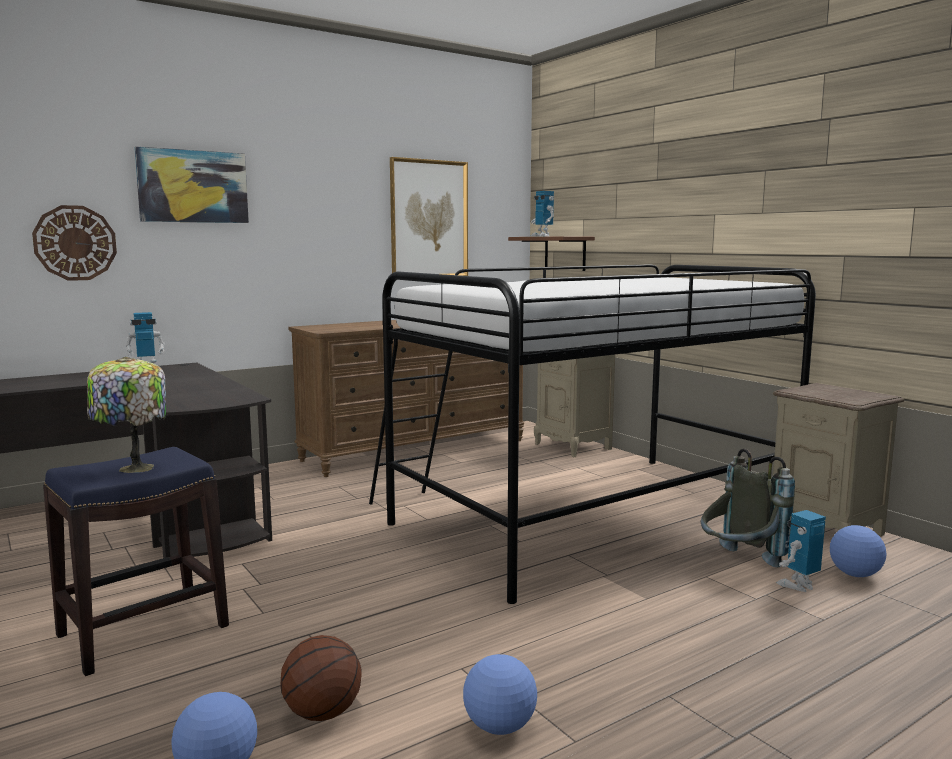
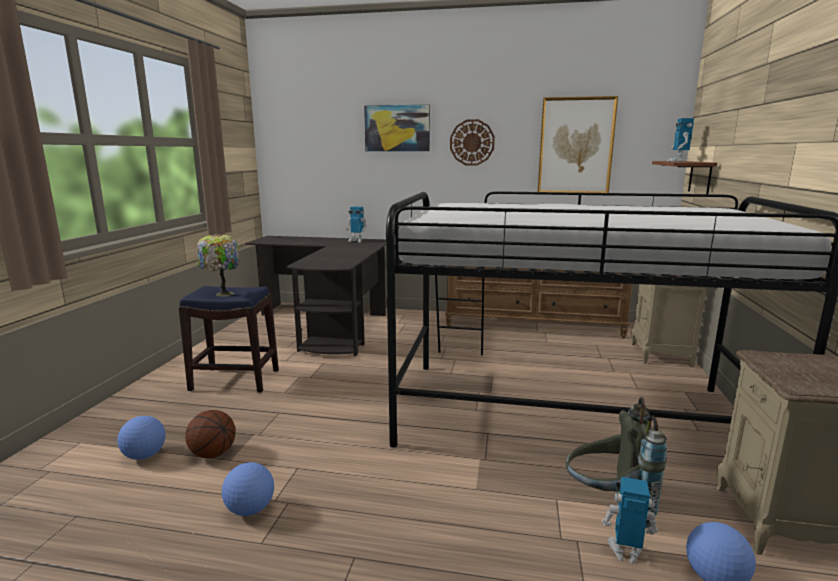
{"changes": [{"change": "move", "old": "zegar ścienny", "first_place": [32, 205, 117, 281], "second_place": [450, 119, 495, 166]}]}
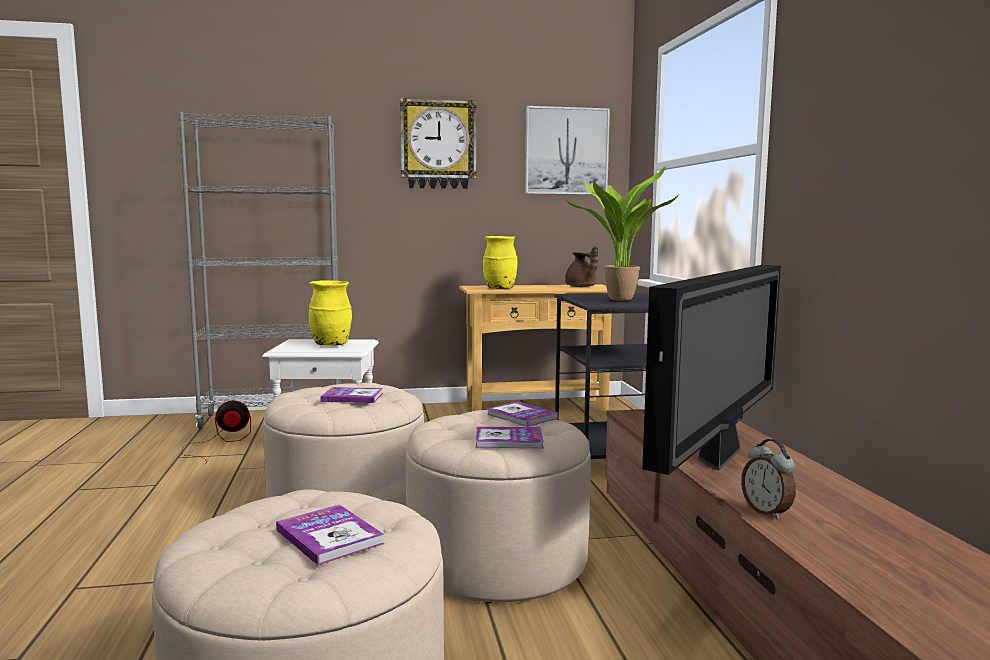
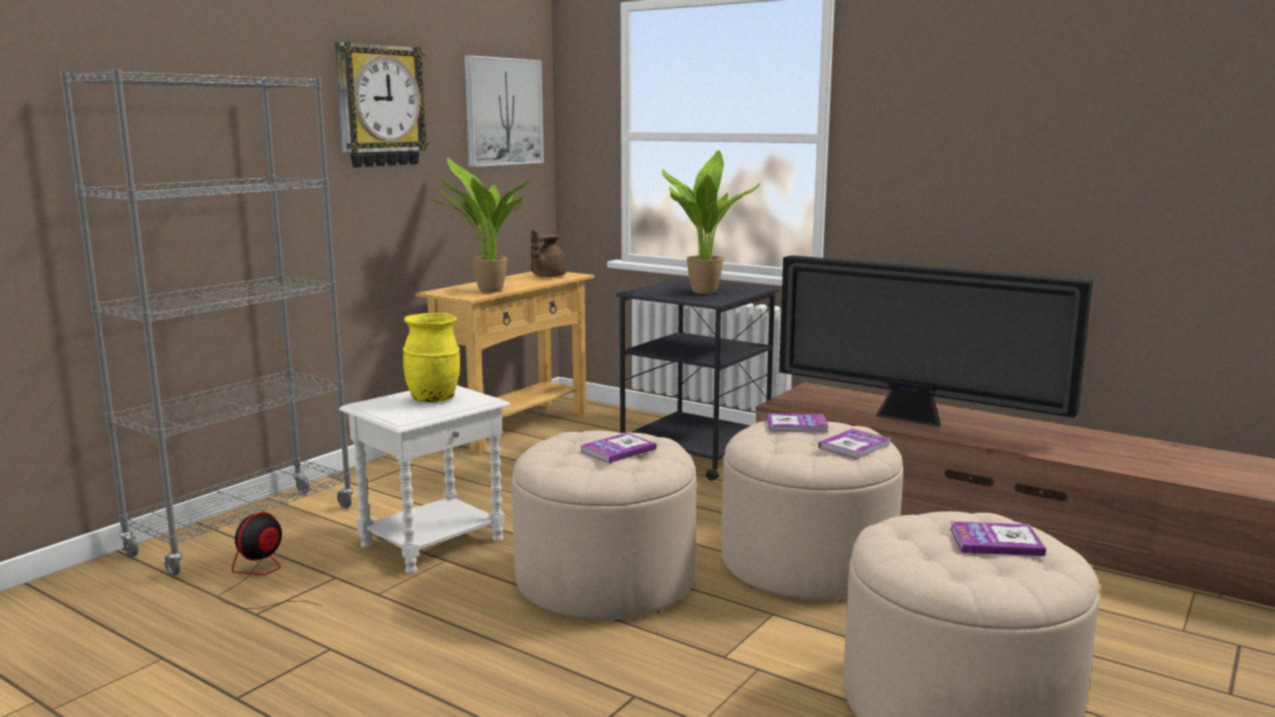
{"changes": [{"change": "replace", "old": "wazon [żółty]", "new": "roślina doniczkowa", "first_place": [483, 236, 518, 289], "second_place": [432, 157, 530, 292]}, {"change": "rotate", "old": "imbryk [brązowy]", "first_place": [565, 246, 598, 287], "second_place": [531, 229, 567, 277], "degrees": 105}, {"change": "rotate", "old": "telewizor", "first_place": [642, 265, 781, 475], "second_place": [779, 255, 1093, 427], "degrees": 135}, {"change": "delete", "old": "budzik", "first_place": [741, 439, 796, 520]}]}
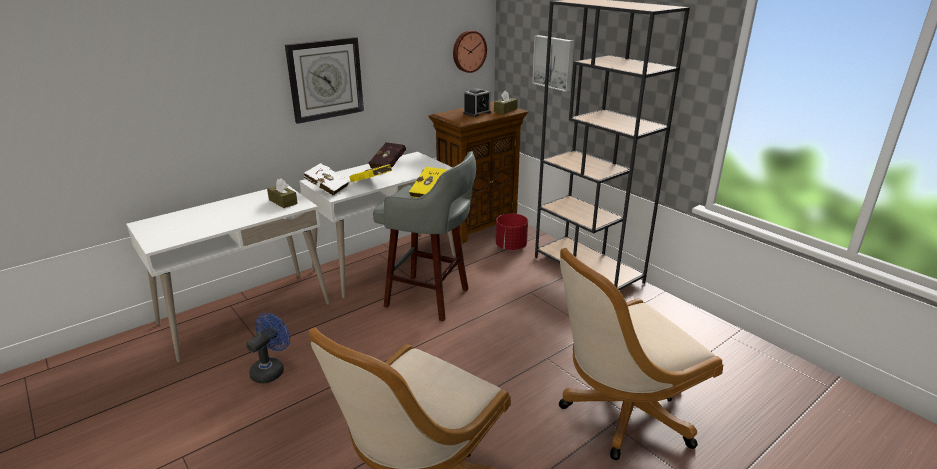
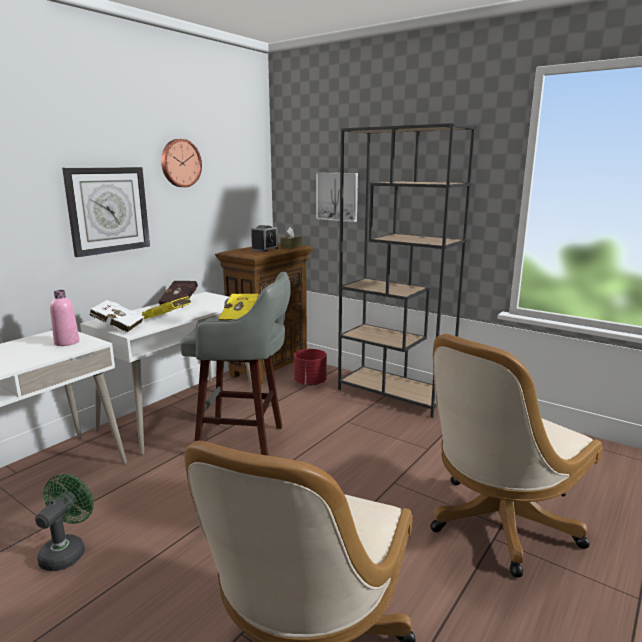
{"changes": [{"change": "recolor", "old": "wentylator [niebieski]", "new": "wentylator [zielony]", "first_place": [246, 313, 290, 383], "second_place": [35, 474, 94, 571]}, {"change": "replace", "old": "pudełko chusteczek [brązowy]", "new": "butelka [różowy]", "first_place": [267, 178, 298, 208], "second_place": [50, 290, 79, 346]}, {"change": "move", "old": "zegar ścienny", "first_place": [453, 31, 487, 73], "second_place": [161, 139, 202, 187]}]}
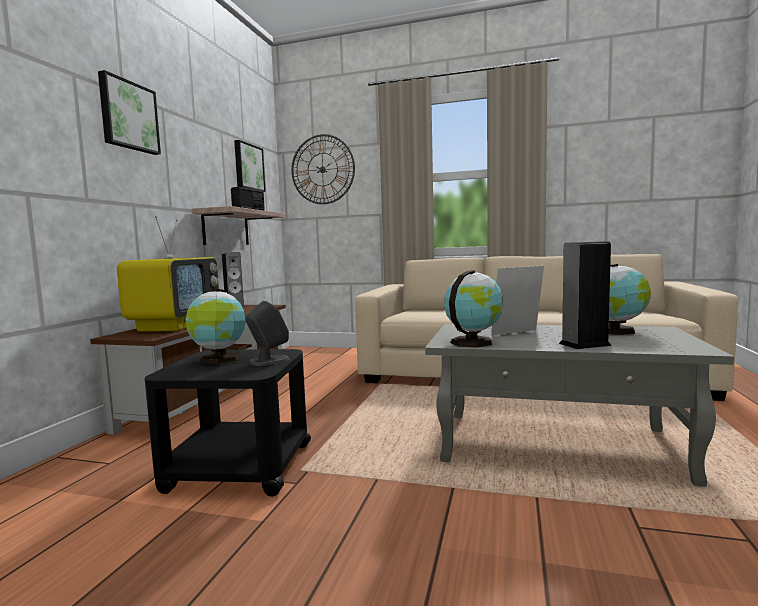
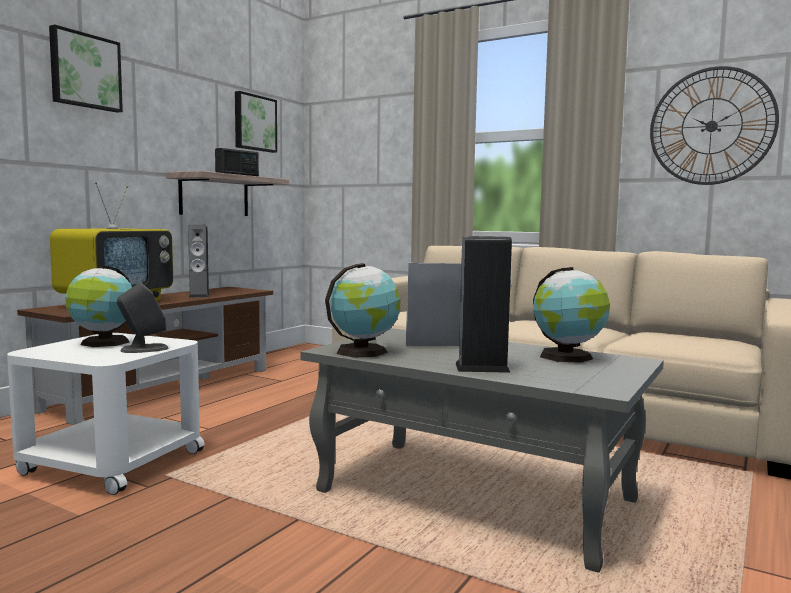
{"changes": [{"change": "recolor", "old": "stolik [czarny]", "new": "stolik [biały]", "first_place": [144, 349, 311, 497], "second_place": [7, 333, 205, 495]}, {"change": "move", "old": "zegar ścienny", "first_place": [292, 134, 355, 204], "second_place": [650, 66, 779, 185]}]}
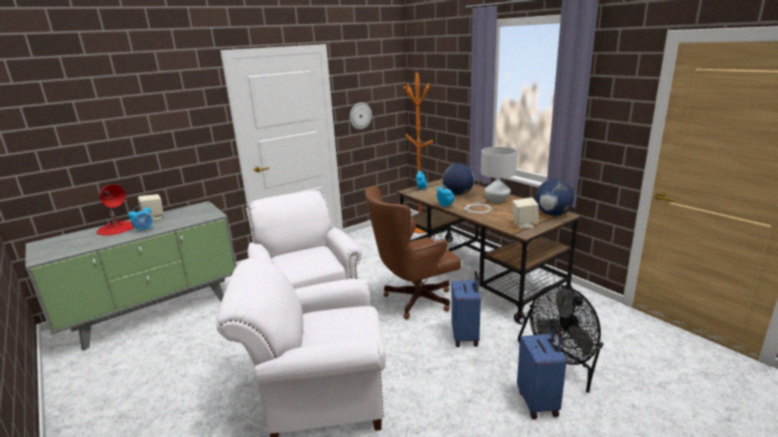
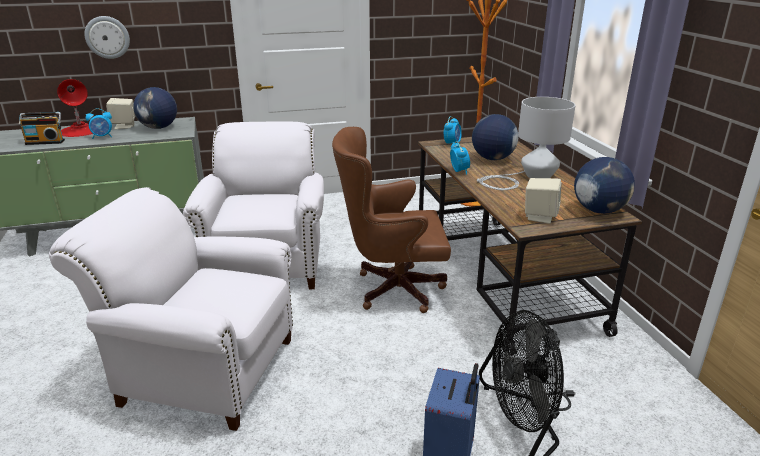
{"changes": [{"change": "move", "old": "zegar ścienny", "first_place": [350, 102, 372, 130], "second_place": [84, 16, 130, 59]}, {"change": "delete", "old": "walizka [niebieski]", "first_place": [451, 271, 481, 347]}, {"change": "insert", "new": "radio", "second_place": [19, 112, 65, 145]}, {"change": "insert", "new": "globus", "second_place": [133, 87, 177, 129]}]}
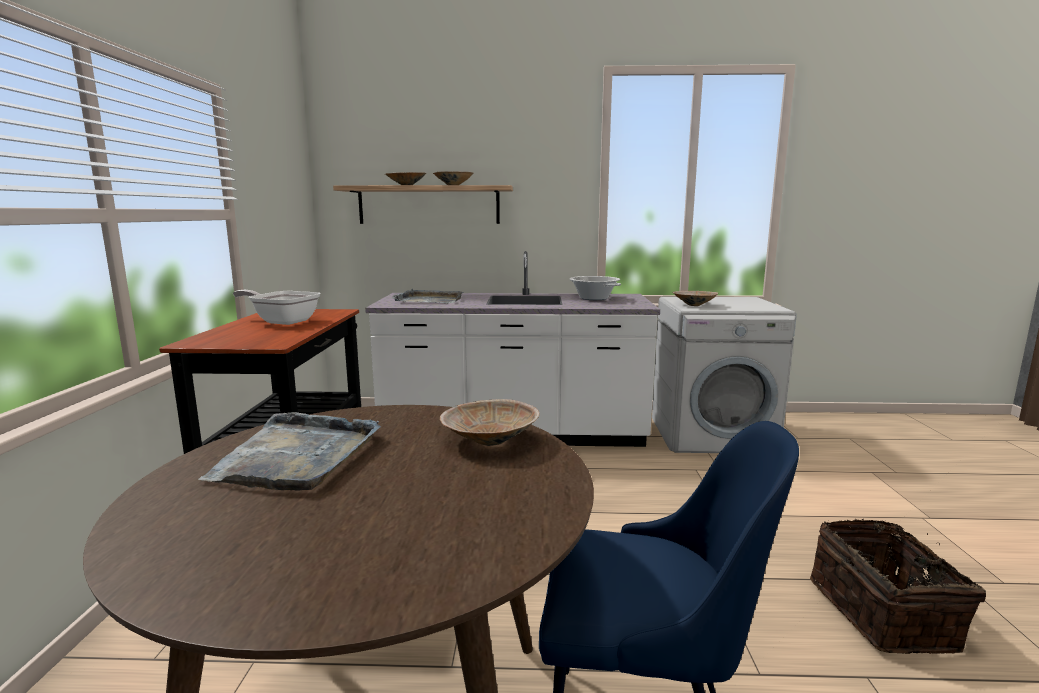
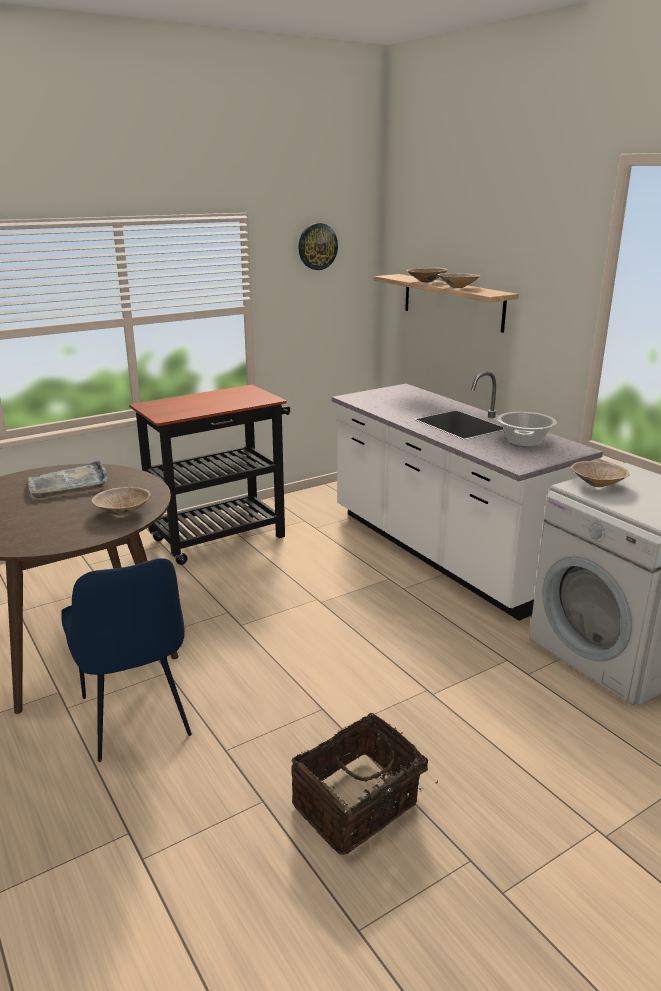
{"changes": [{"change": "delete", "old": "patelnia", "first_place": [233, 290, 320, 325]}, {"change": "delete", "old": "taca [szary]", "first_place": [392, 289, 463, 303]}, {"change": "insert", "new": "zegar ścienny", "second_place": [299, 223, 338, 270]}]}
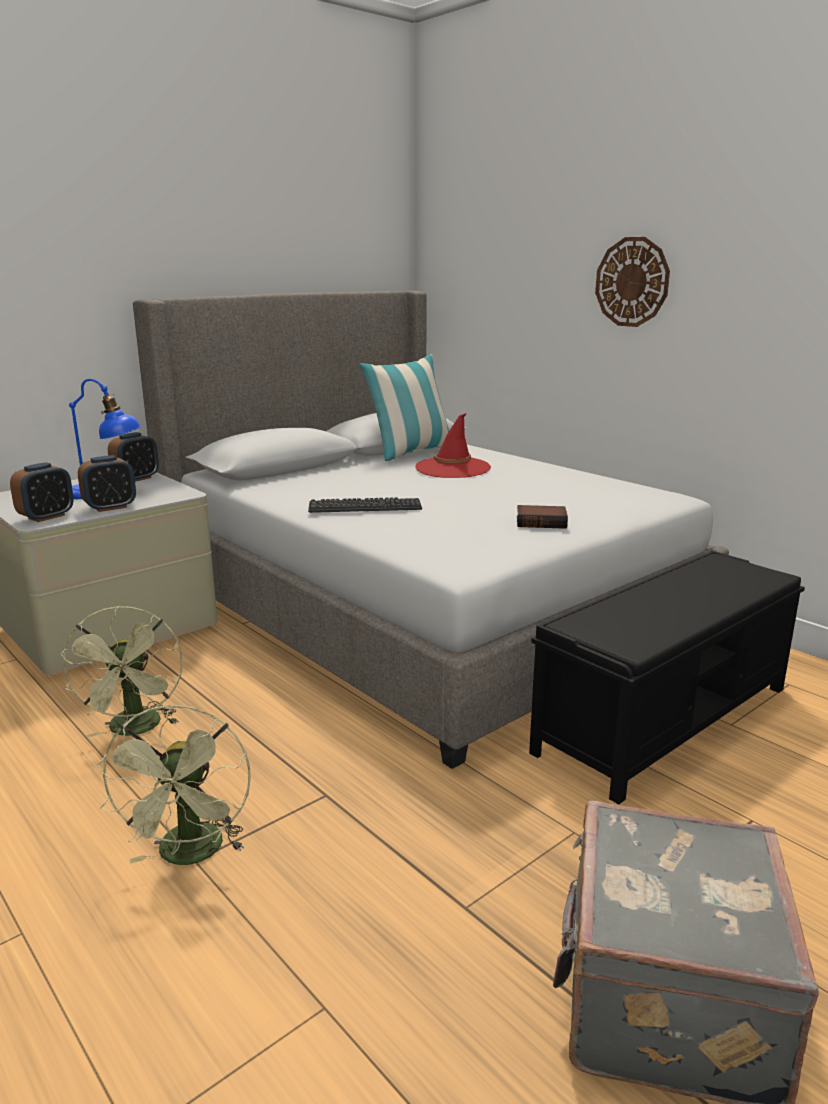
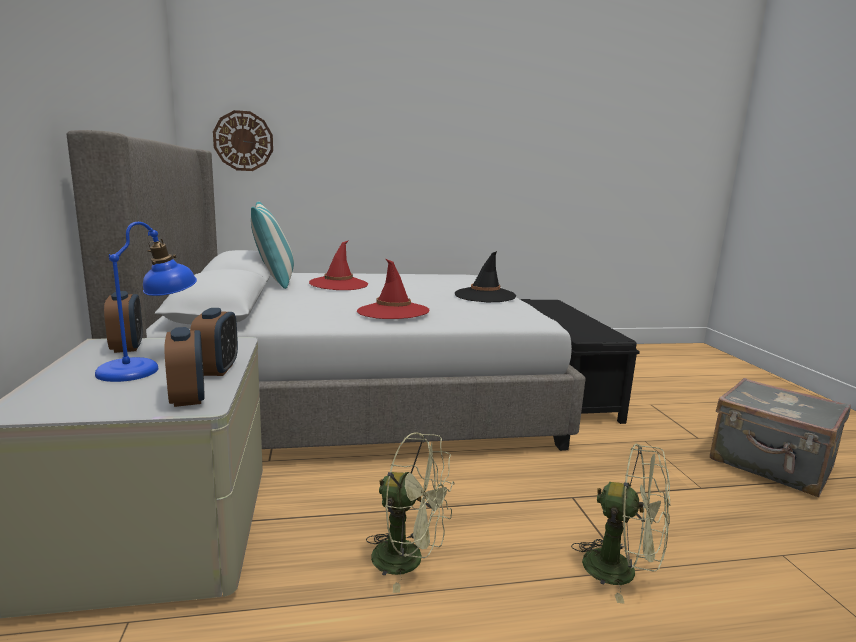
{"changes": [{"change": "replace", "old": "klawiatura", "new": "kapelusz [czerwony]", "first_place": [308, 497, 422, 513], "second_place": [357, 259, 429, 319]}, {"change": "replace", "old": "książka", "new": "kapelusz [czarny]", "first_place": [517, 505, 568, 529], "second_place": [455, 251, 516, 302]}, {"change": "move", "old": "zegar ścienny", "first_place": [595, 237, 670, 327], "second_place": [213, 110, 273, 171]}]}
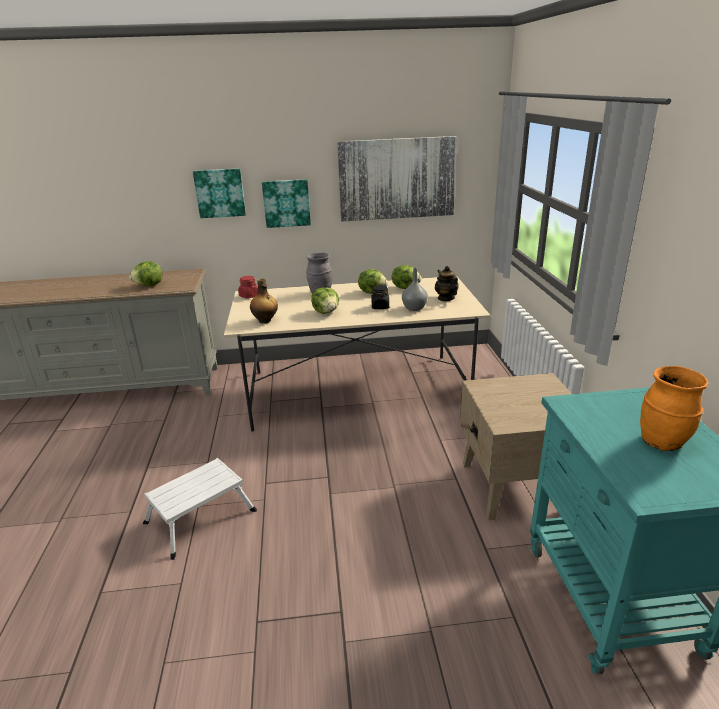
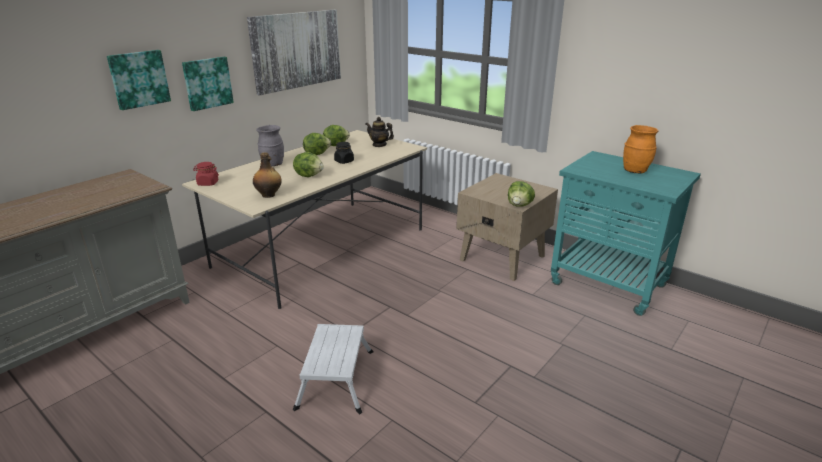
{"changes": [{"change": "move", "old": "sałata", "first_place": [129, 261, 163, 286], "second_place": [508, 181, 535, 207]}, {"change": "delete", "old": "wazon [szary]", "first_place": [402, 268, 428, 311]}]}
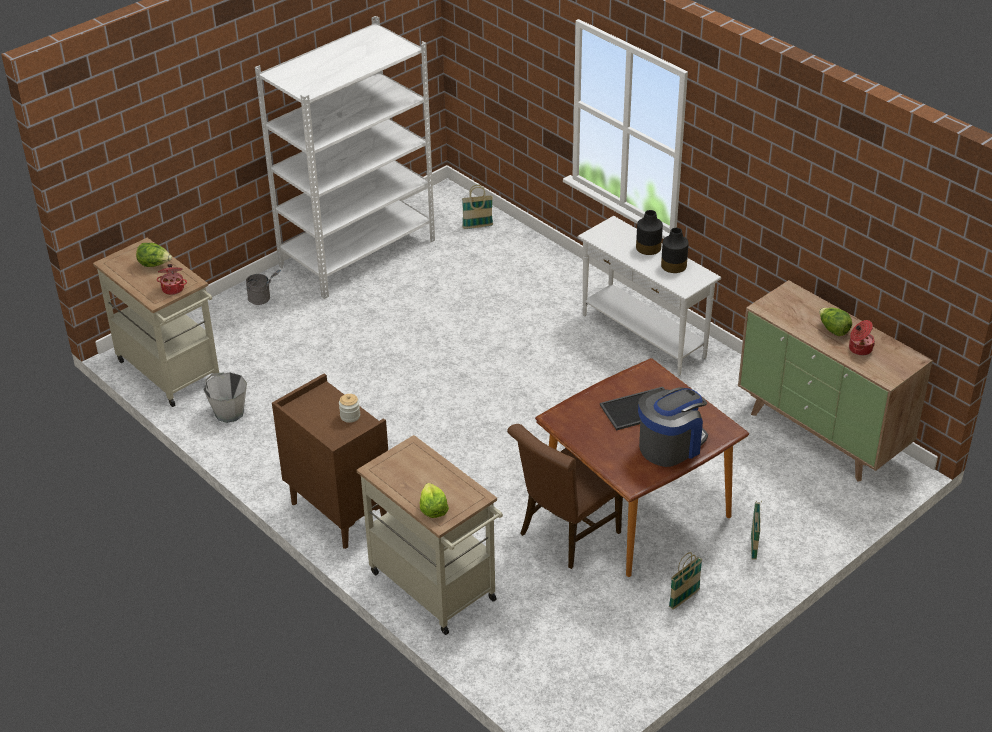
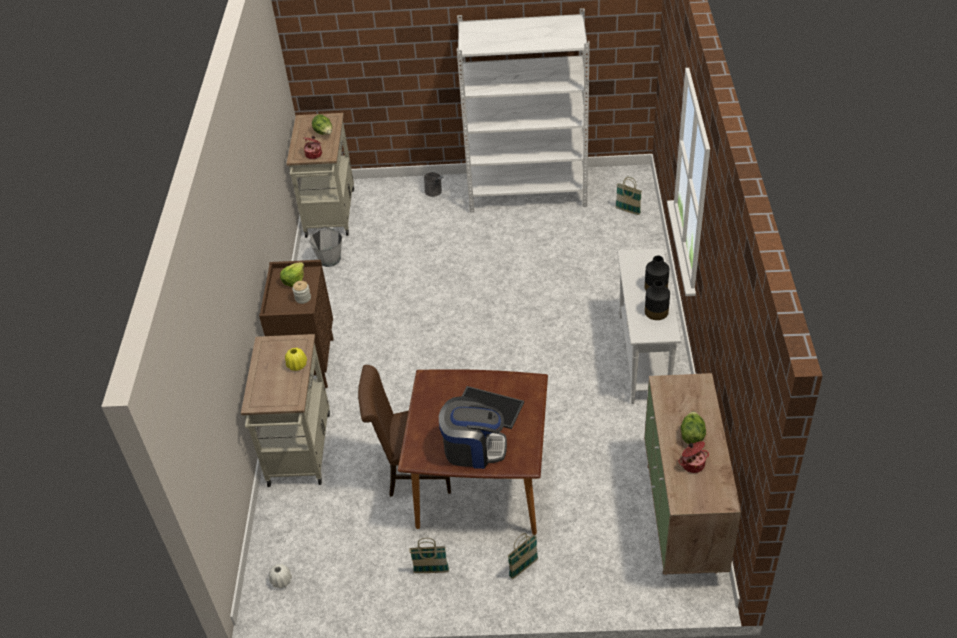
{"changes": [{"change": "move", "old": "sałata", "first_place": [420, 483, 449, 518], "second_place": [280, 262, 304, 287]}, {"change": "insert", "new": "wazon [biały]", "second_place": [269, 564, 292, 588]}, {"change": "insert", "new": "wazon [żółty]", "second_place": [285, 348, 307, 371]}]}
